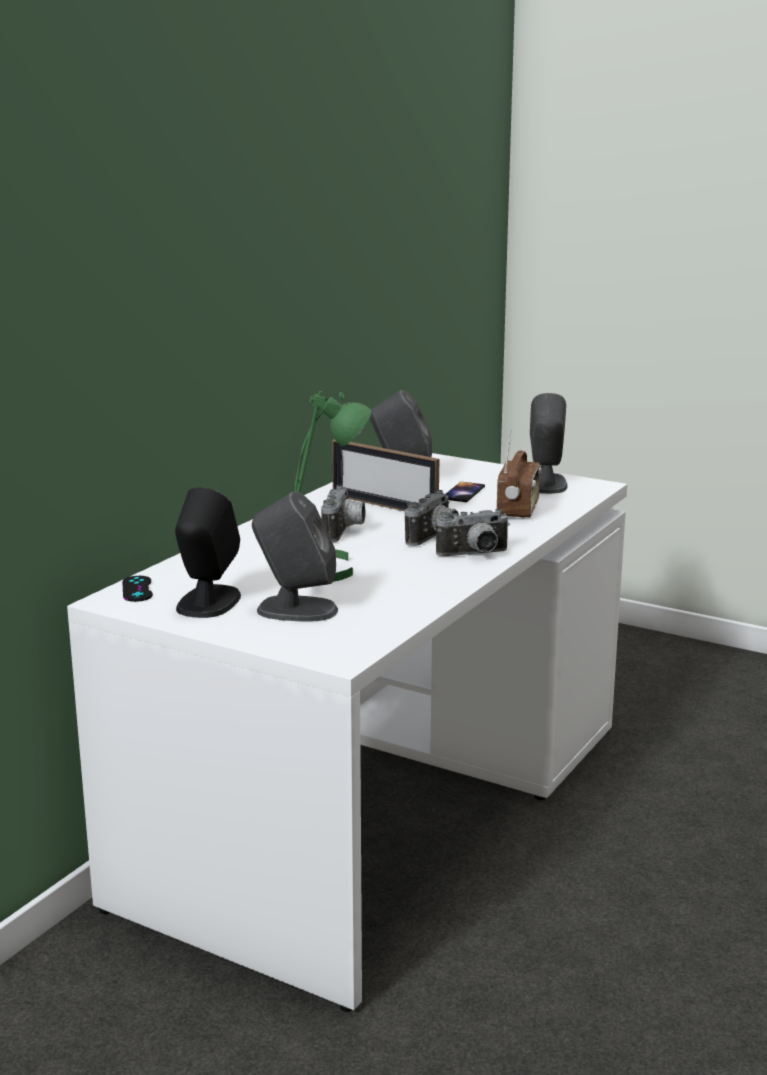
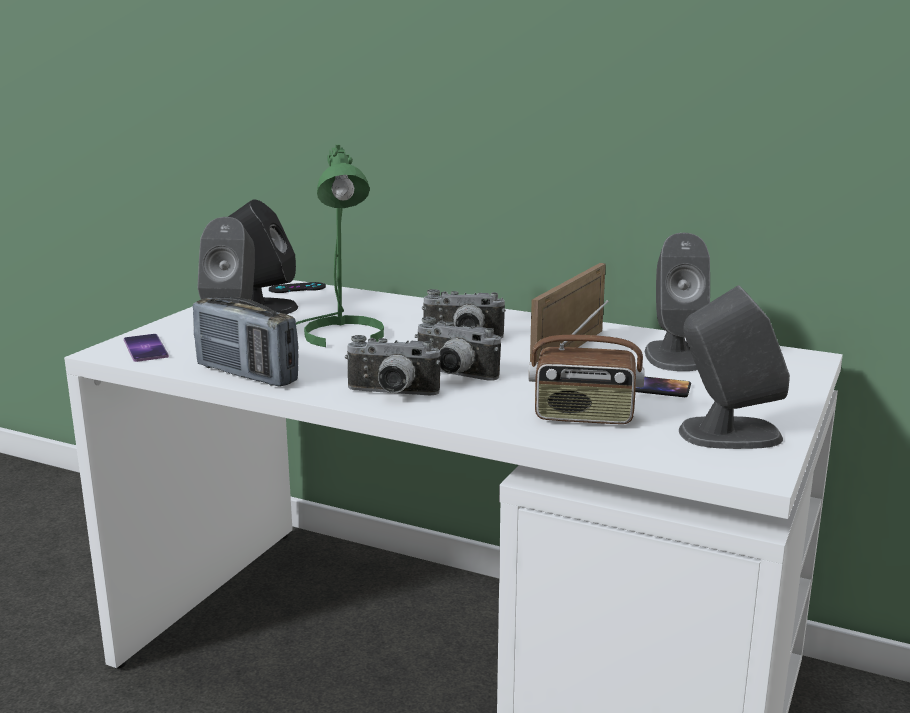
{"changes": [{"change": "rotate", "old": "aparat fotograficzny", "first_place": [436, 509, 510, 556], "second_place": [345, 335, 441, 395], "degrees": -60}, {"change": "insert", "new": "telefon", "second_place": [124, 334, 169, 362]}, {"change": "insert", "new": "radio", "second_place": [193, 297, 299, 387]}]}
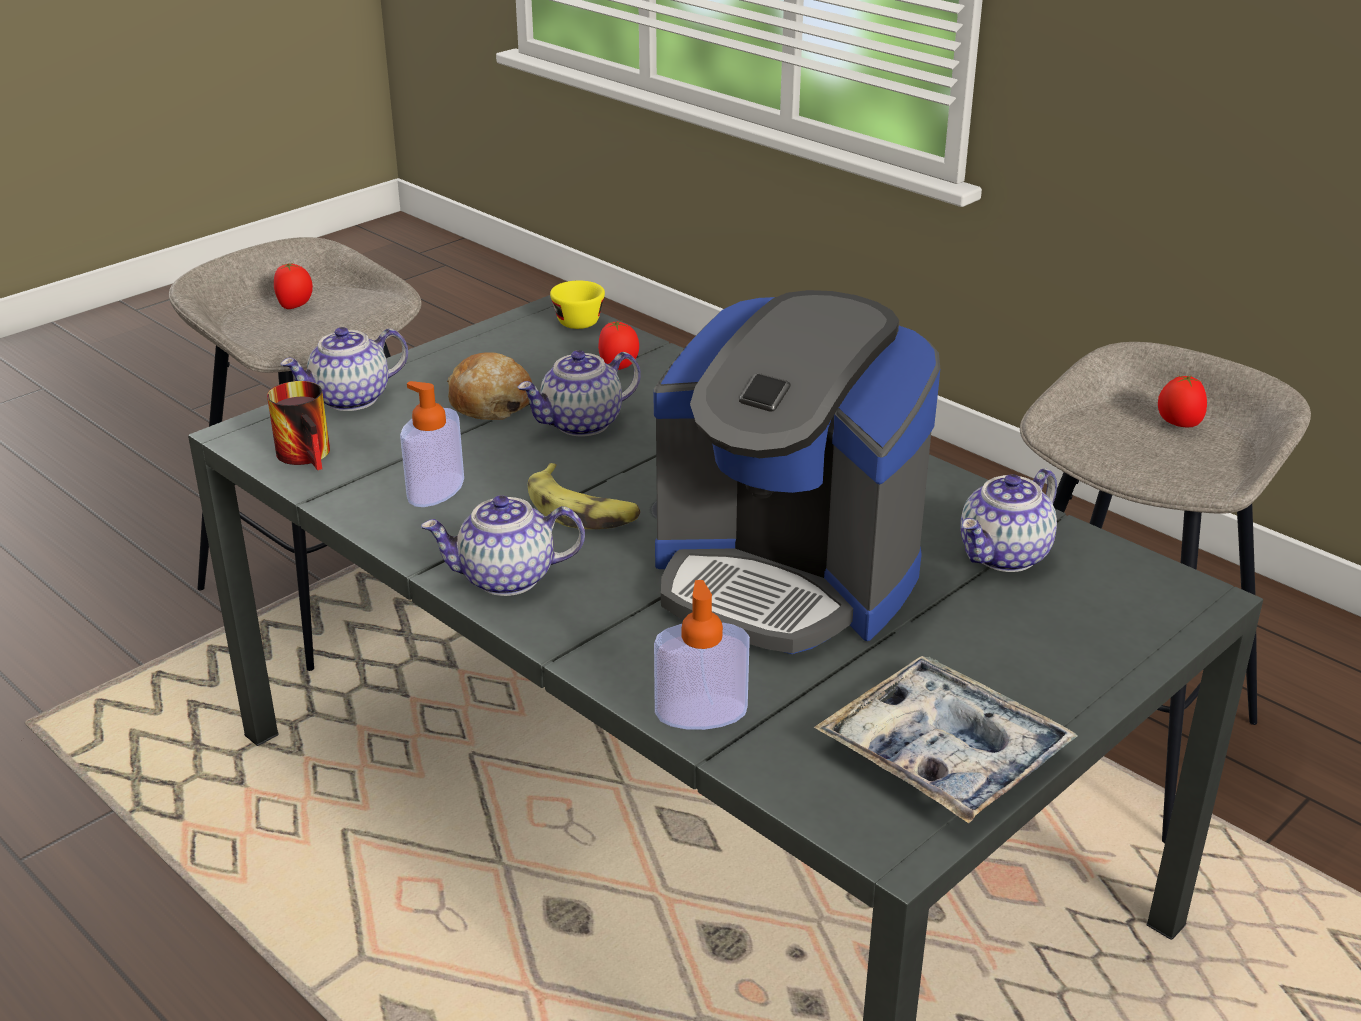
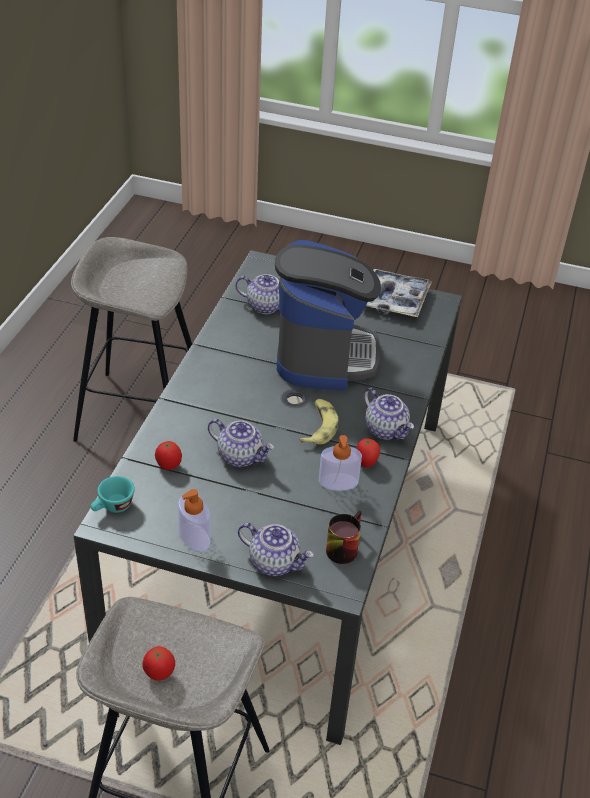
{"changes": [{"change": "delete", "old": "chleb", "first_place": [447, 352, 532, 420]}, {"change": "recolor", "old": "filiżanka [żółty]", "new": "filiżanka [turkusowy]", "first_place": [550, 281, 605, 329], "second_place": [91, 476, 135, 513]}, {"change": "move", "old": "dozownik mydła", "first_place": [654, 580, 750, 730], "second_place": [178, 489, 210, 551]}, {"change": "move", "old": "pomidor", "first_place": [1158, 375, 1207, 427], "second_place": [356, 438, 380, 468]}]}
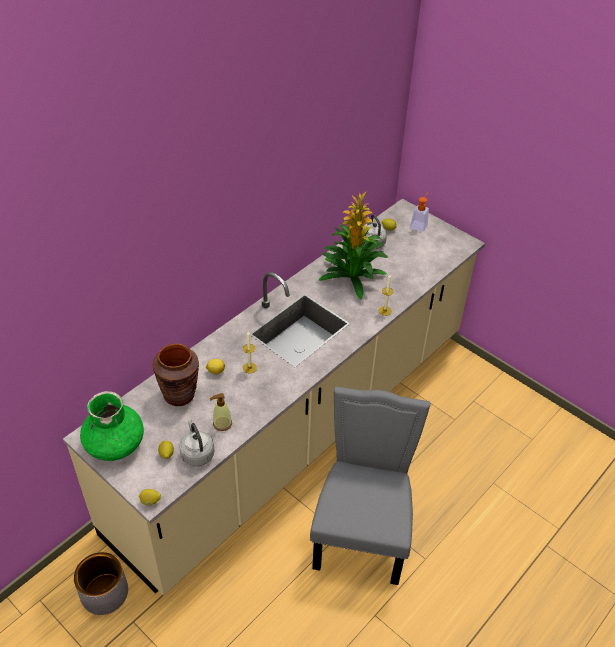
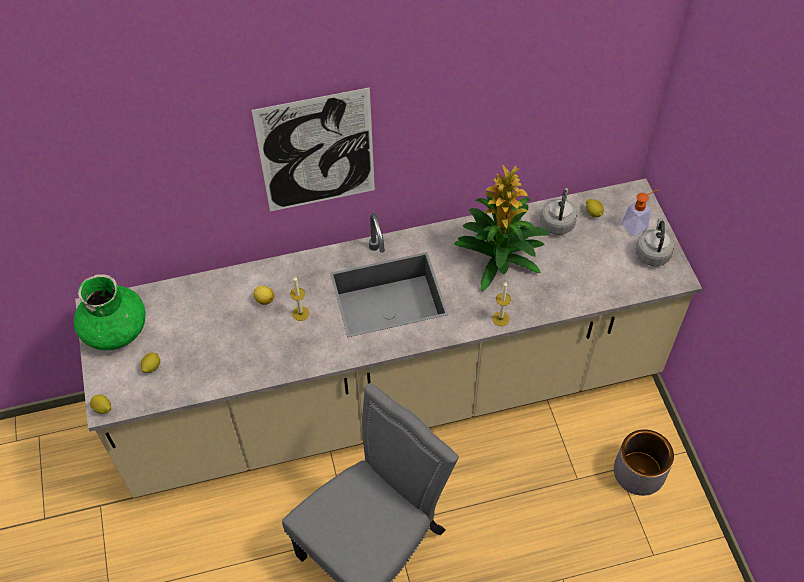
{"changes": [{"change": "move", "old": "donica [szary]", "first_place": [74, 552, 128, 615], "second_place": [614, 429, 674, 496]}, {"change": "delete", "old": "wazon [brązowy]", "first_place": [153, 344, 199, 406]}, {"change": "move", "old": "czajnik [szary]", "first_place": [179, 421, 215, 466], "second_place": [636, 218, 674, 266]}, {"change": "delete", "old": "dozownik mydła", "first_place": [210, 393, 232, 431]}, {"change": "insert", "new": "obraz", "second_place": [252, 87, 375, 212]}]}
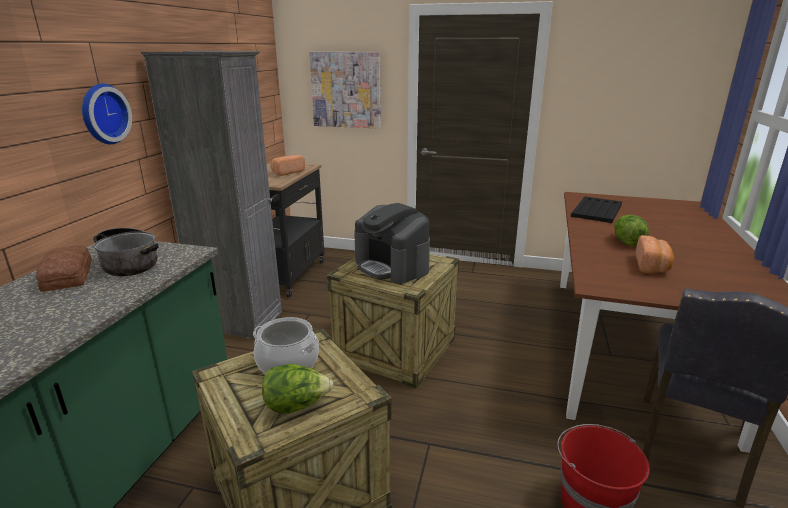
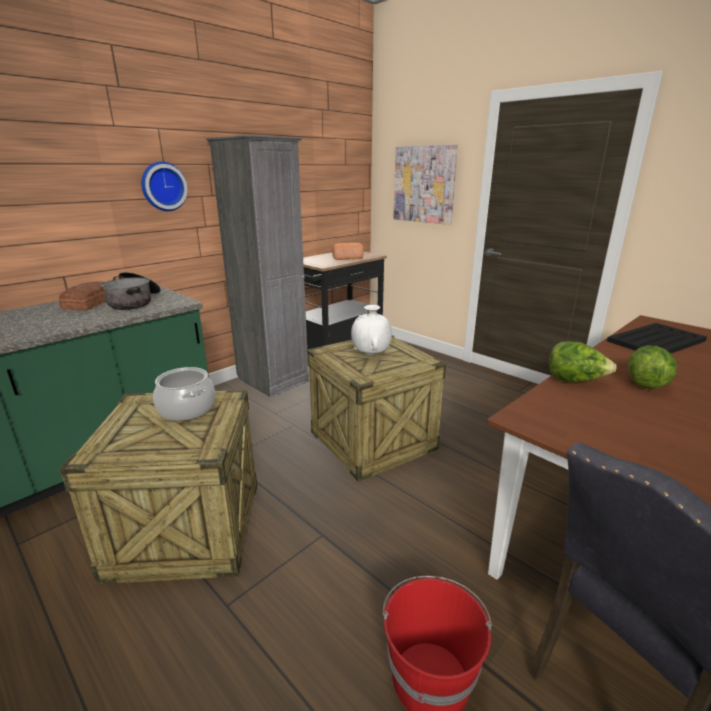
{"changes": [{"change": "move", "old": "sałata", "first_place": [262, 364, 333, 414], "second_place": [549, 341, 617, 382]}, {"change": "replace", "old": "ekspres do kawy", "new": "wazon [biały]", "first_place": [354, 203, 430, 284], "second_place": [351, 305, 392, 356]}, {"change": "delete", "old": "chleb", "first_place": [636, 235, 674, 273]}]}
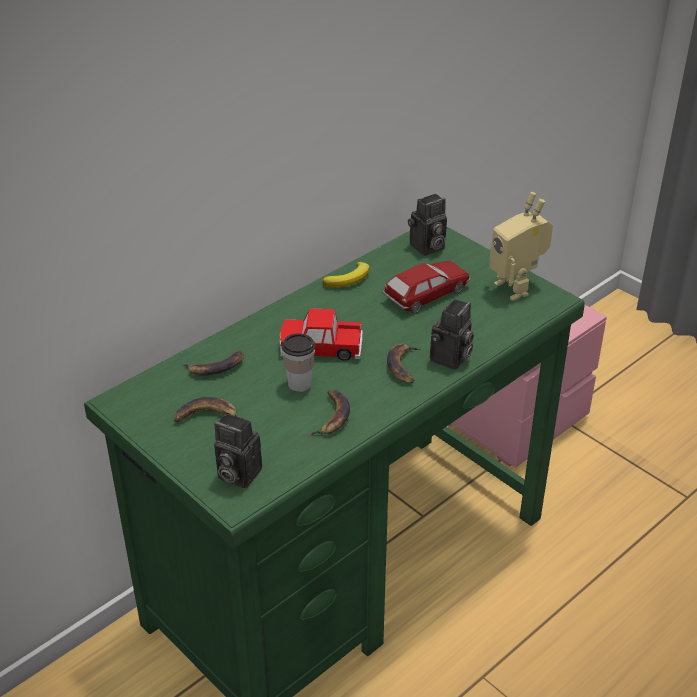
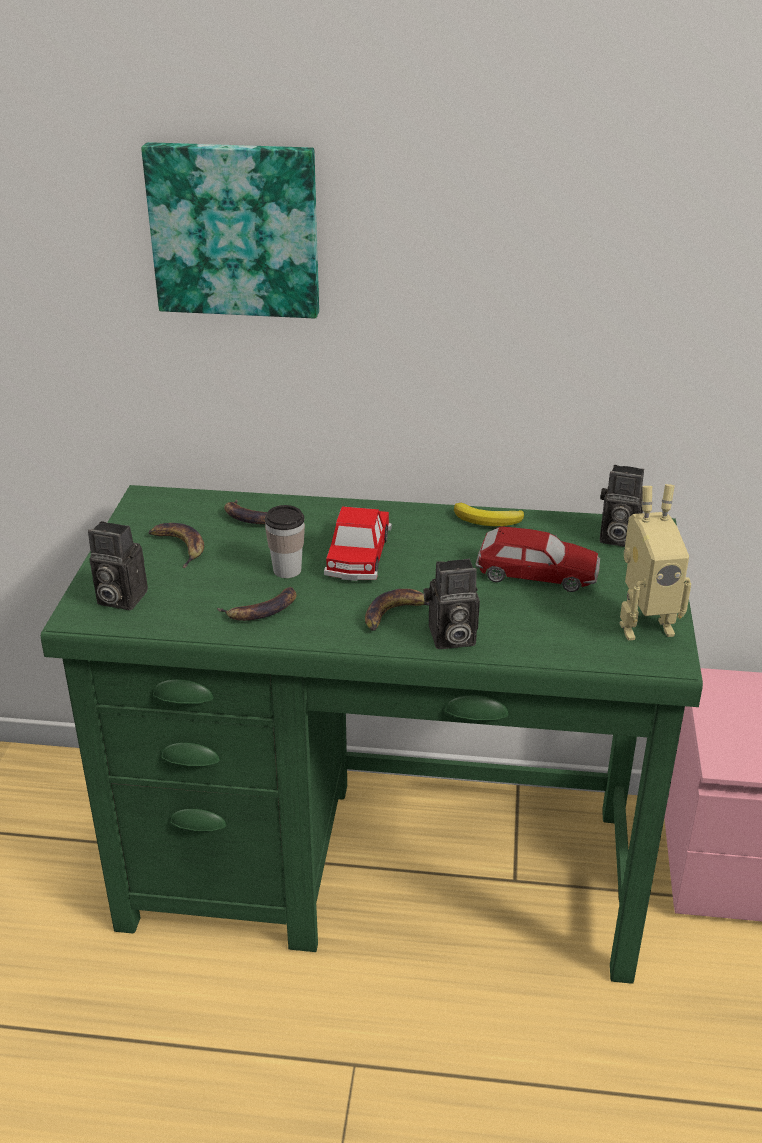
{"changes": [{"change": "rotate", "old": "aparat fotograficzny", "first_place": [214, 413, 262, 488], "second_place": [88, 521, 148, 610], "degrees": -60}, {"change": "rotate", "old": "samochodzik", "first_place": [279, 308, 362, 361], "second_place": [324, 506, 392, 581], "degrees": -135}, {"change": "rotate", "old": "robot zabawkowy", "first_place": [489, 192, 553, 301], "second_place": [619, 484, 691, 640], "degrees": -120}, {"change": "insert", "new": "obraz", "second_place": [141, 142, 319, 319]}]}
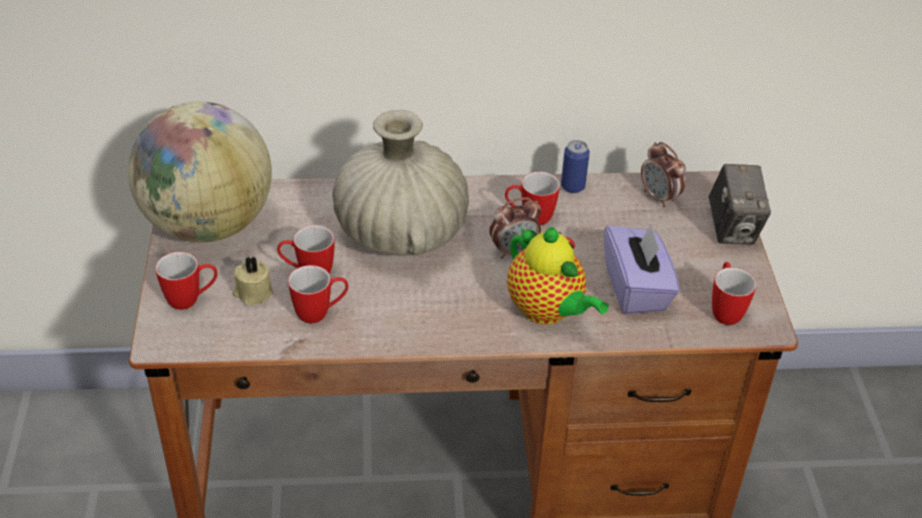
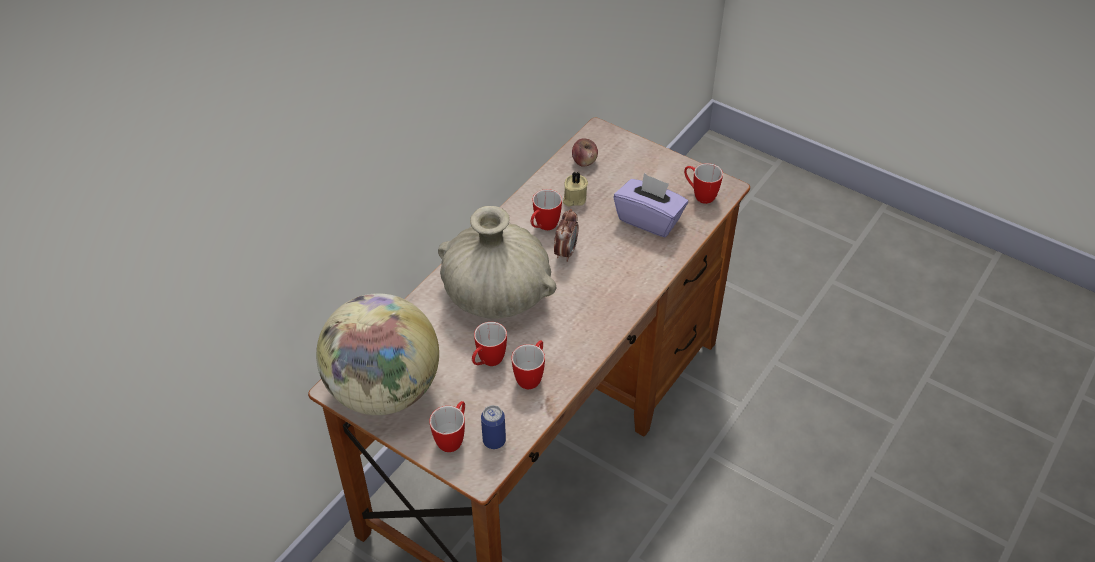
{"changes": [{"change": "move", "old": "świeca [beżowy]", "first_place": [233, 256, 273, 306], "second_place": [563, 171, 588, 207]}, {"change": "delete", "old": "imbryk", "first_place": [507, 227, 609, 325]}, {"change": "move", "old": "puszka", "first_place": [561, 140, 590, 193], "second_place": [481, 405, 506, 449]}, {"change": "replace", "old": "budzik", "new": "jabłko", "first_place": [641, 142, 686, 207], "second_place": [572, 138, 598, 167]}, {"change": "delete", "old": "aparat fotograficzny", "first_place": [708, 164, 771, 245]}]}
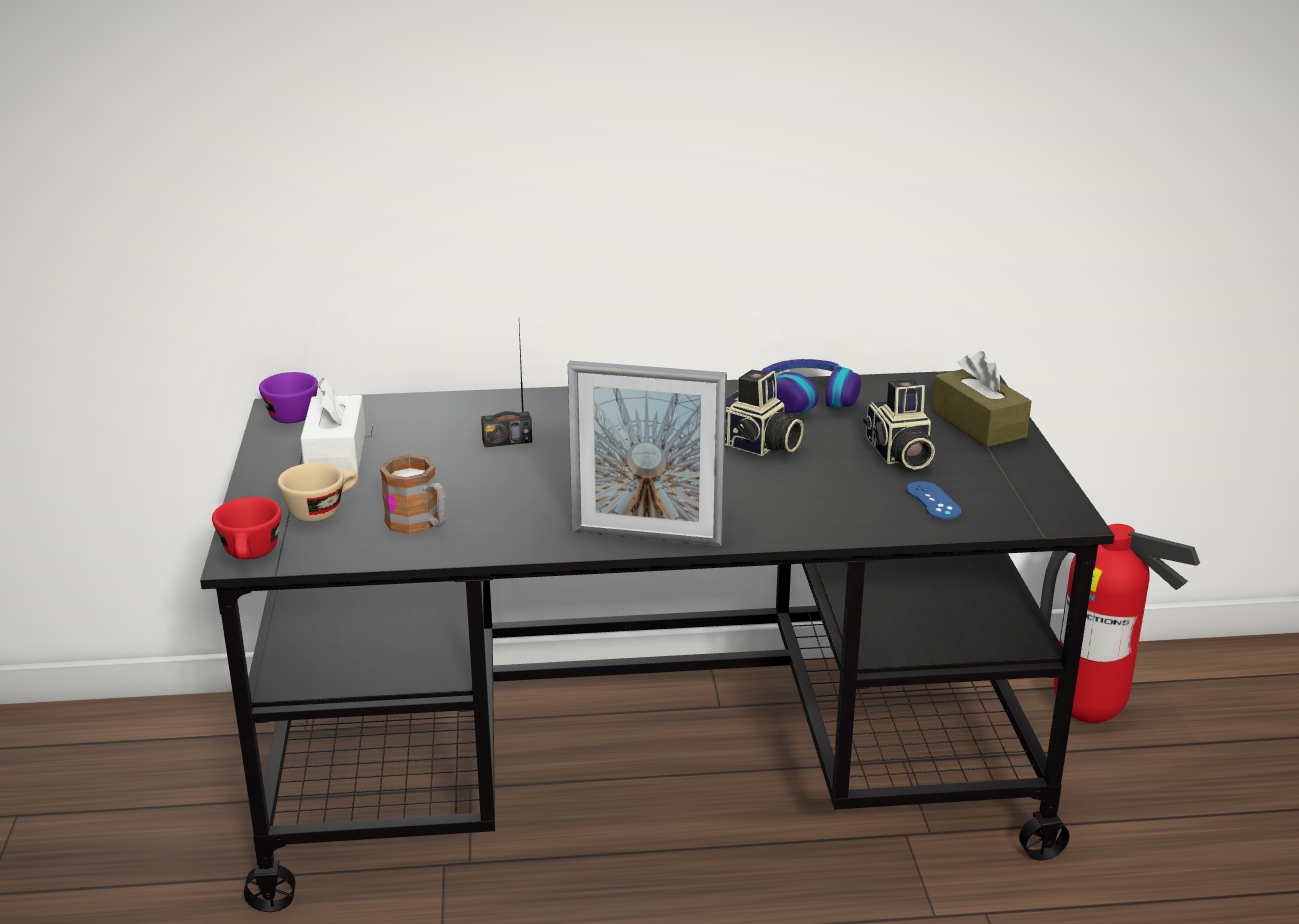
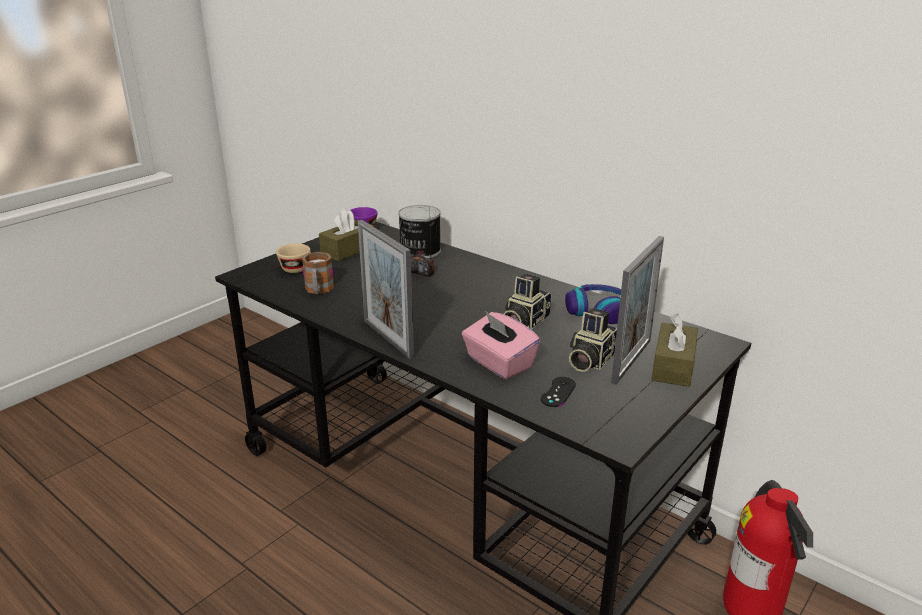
{"changes": [{"change": "delete", "old": "filiżanka [czerwony]", "first_place": [212, 497, 282, 559]}, {"change": "recolor", "old": "pudełko chusteczek [biały]", "new": "pudełko chusteczek [brązowy]", "first_place": [300, 377, 366, 473], "second_place": [319, 208, 375, 261]}, {"change": "rotate", "old": "aparat fotograficzny", "first_place": [725, 369, 804, 456], "second_place": [503, 274, 552, 330], "degrees": 45}, {"change": "recolor", "old": "pad do gier [niebieski]", "new": "pad do gier [czarny]", "first_place": [906, 481, 961, 520], "second_place": [541, 377, 576, 407]}, {"change": "insert", "new": "puszka", "second_place": [398, 205, 441, 258]}, {"change": "insert", "new": "pudełko chusteczek [różowy]", "second_place": [462, 311, 540, 379]}, {"change": "insert", "new": "ramka na zdjęcie", "second_place": [611, 236, 664, 384]}]}
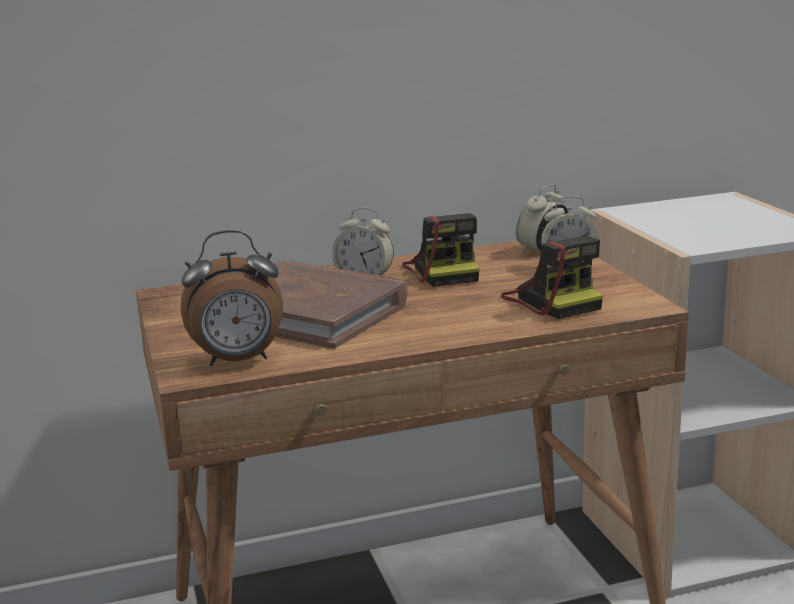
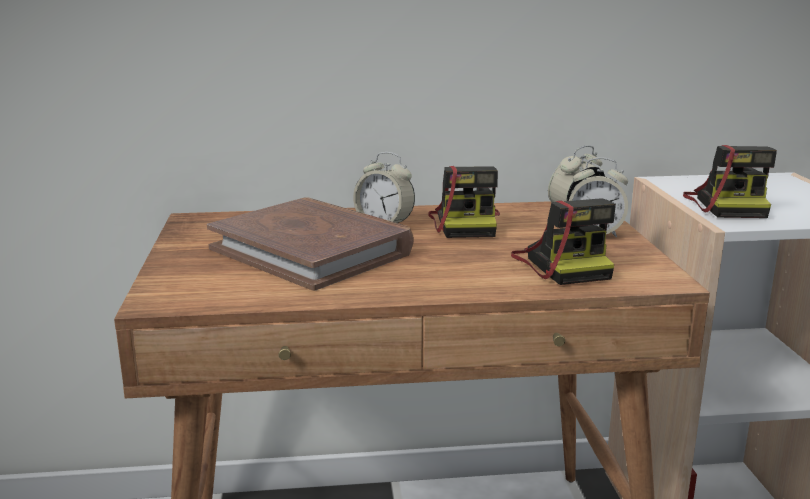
{"changes": [{"change": "delete", "old": "budzik", "first_place": [181, 230, 283, 366]}, {"change": "insert", "new": "aparat fotograficzny", "second_place": [683, 145, 777, 218]}]}
